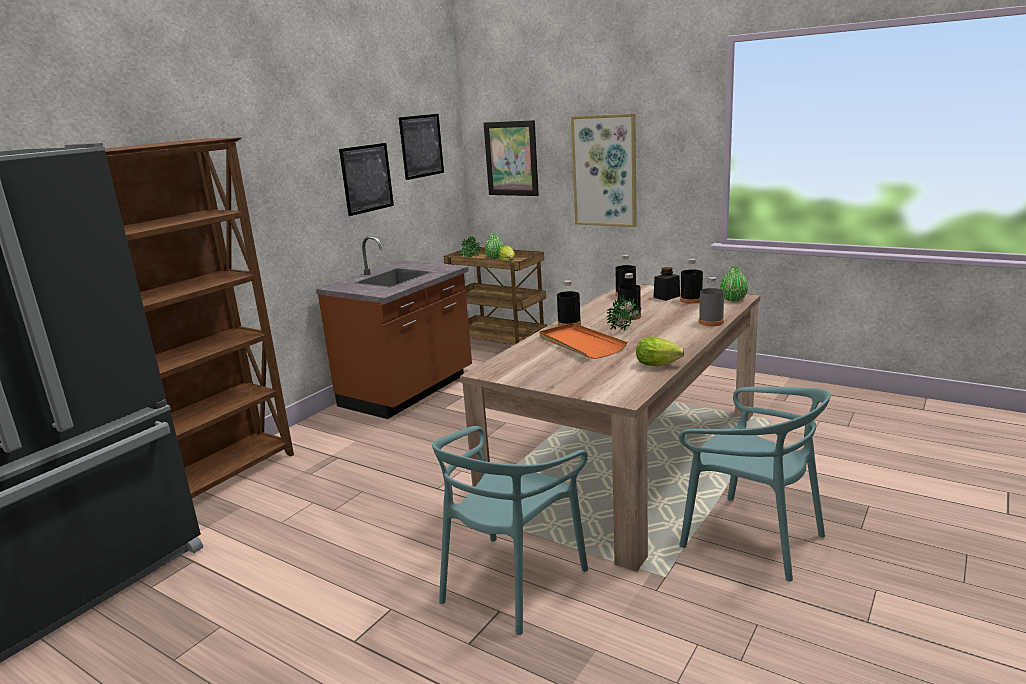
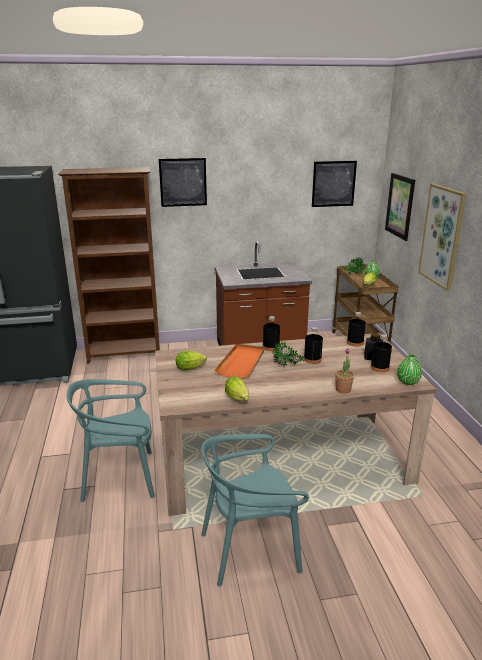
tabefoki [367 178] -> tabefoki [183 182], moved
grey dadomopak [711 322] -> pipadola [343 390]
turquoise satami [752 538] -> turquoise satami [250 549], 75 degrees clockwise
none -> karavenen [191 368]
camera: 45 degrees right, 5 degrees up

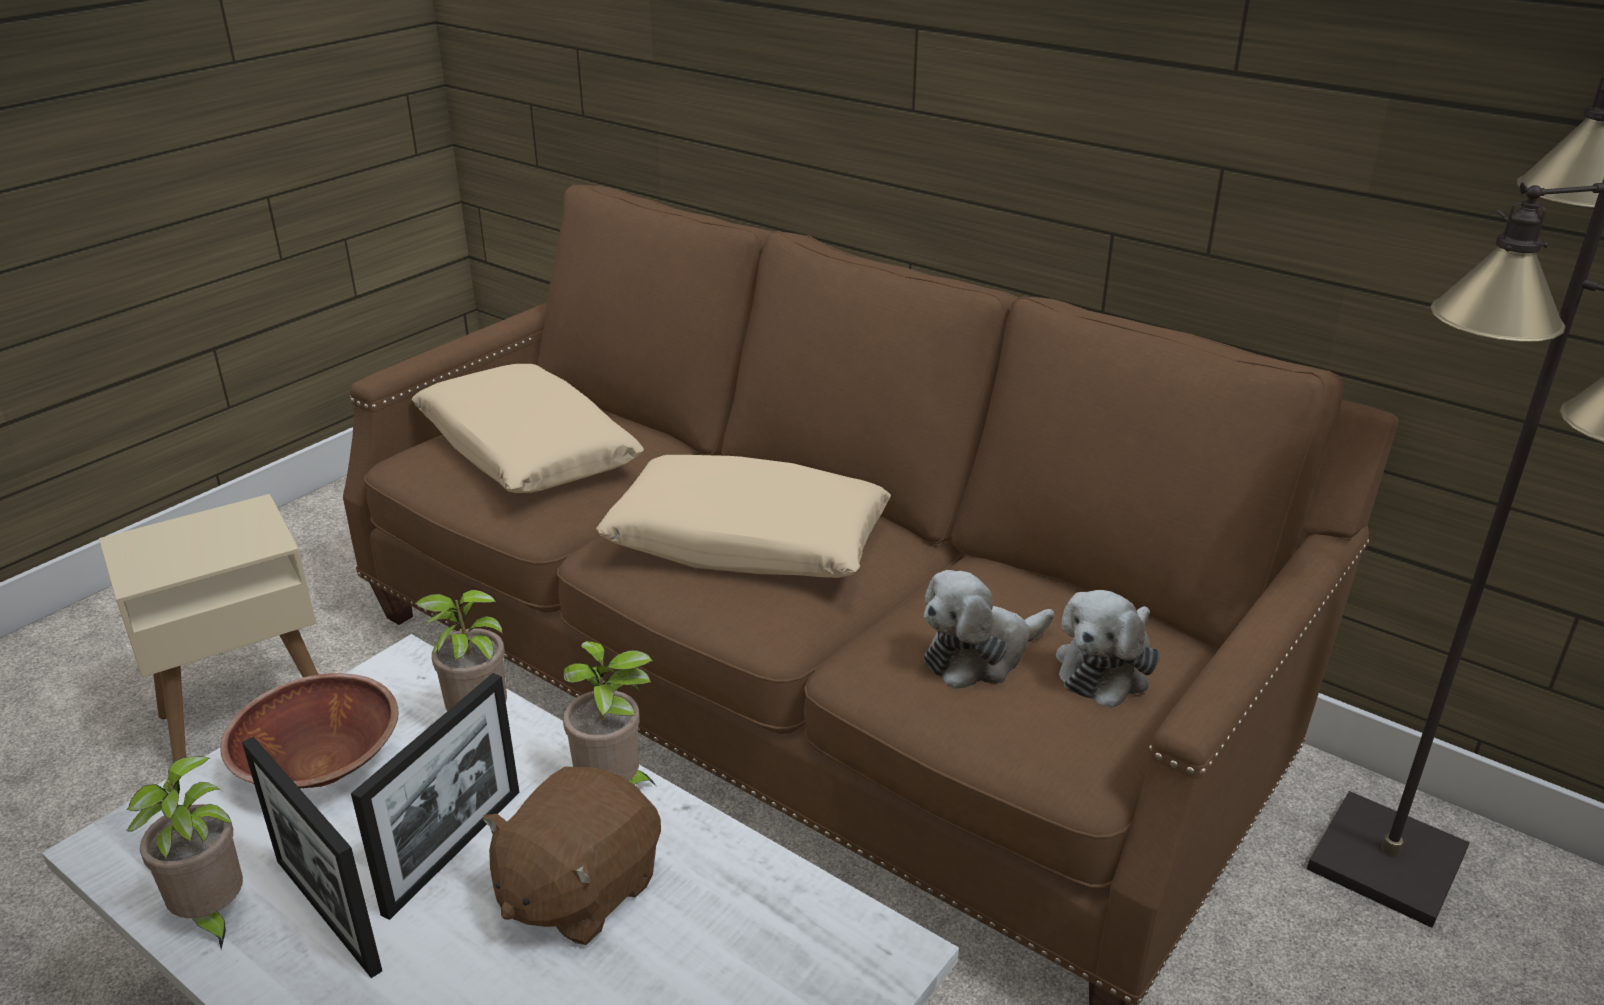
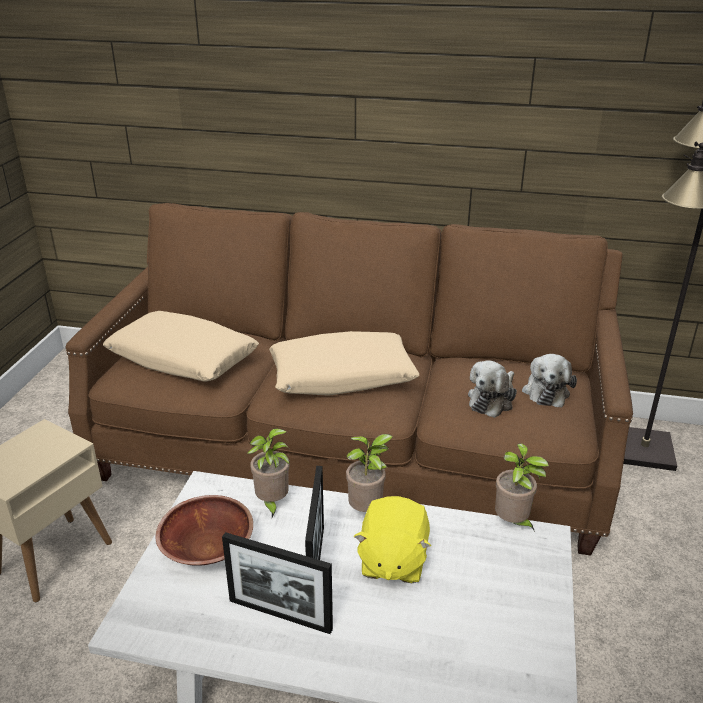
pipadola [212 917] -> pipadola [513 523], moved
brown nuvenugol [578 890] -> yellow nuvenugol [392 560]
camera: 25 degrees left, 0 degrees up

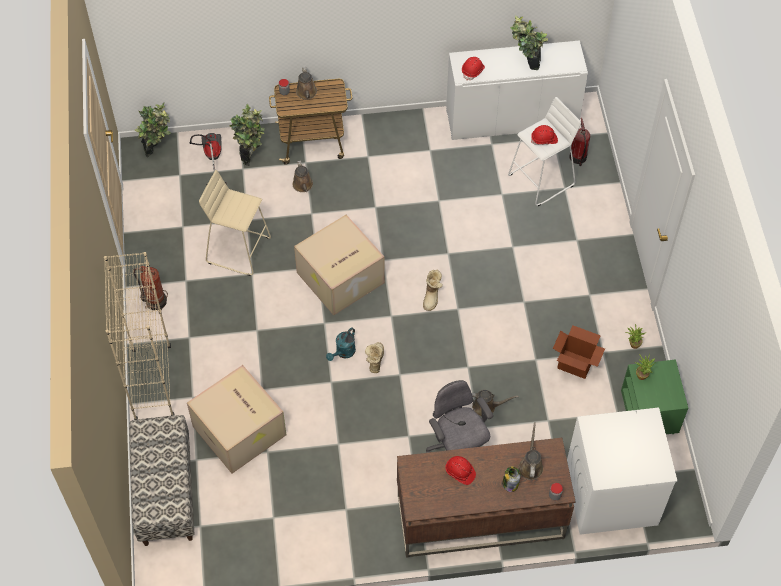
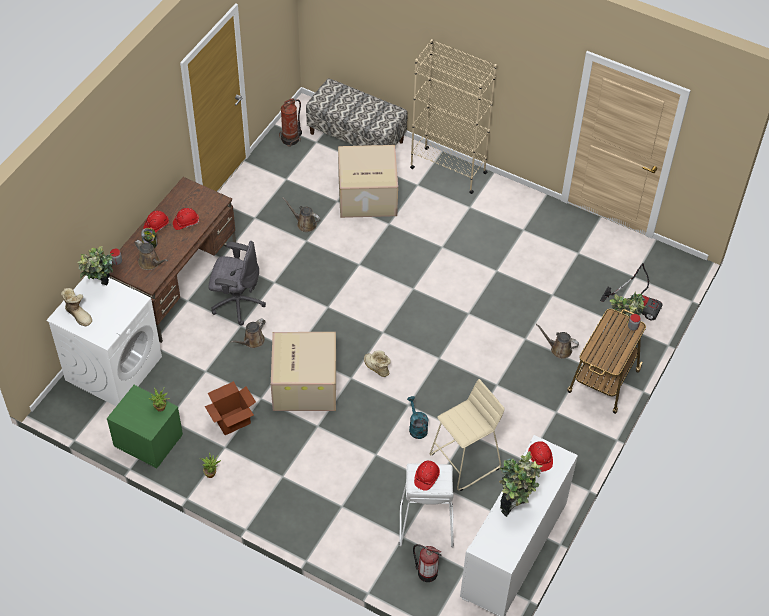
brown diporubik [306 93] -> brown diporubik [304 223], moved
pipadola [158 150] -> pipadola [101 290], moved
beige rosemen [239 249] -> beige rosemen [465 461], moved
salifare [340 279] -> salifare [303 383], moved
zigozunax [155 301] -> zigozunax [291 139], moved
turquoise diporubik [343 353] -> turquoise diporubik [416 427], moved
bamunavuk [375 360] -> bamunavuk [79 314], moved
none -> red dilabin [156 226]
camera: 125 degrees right, 5 degrees down

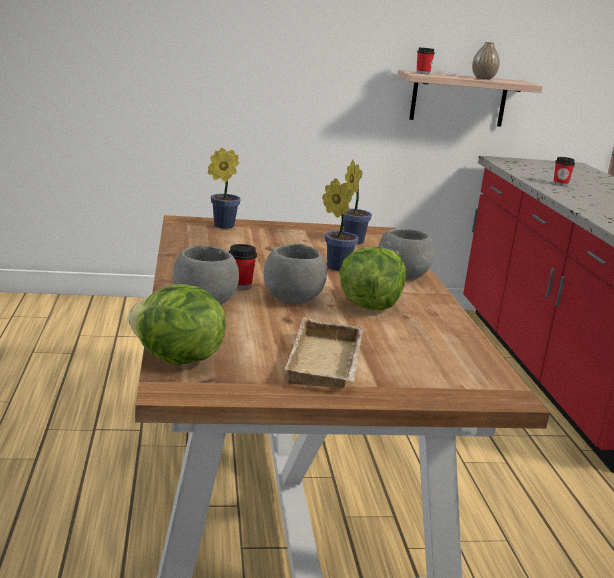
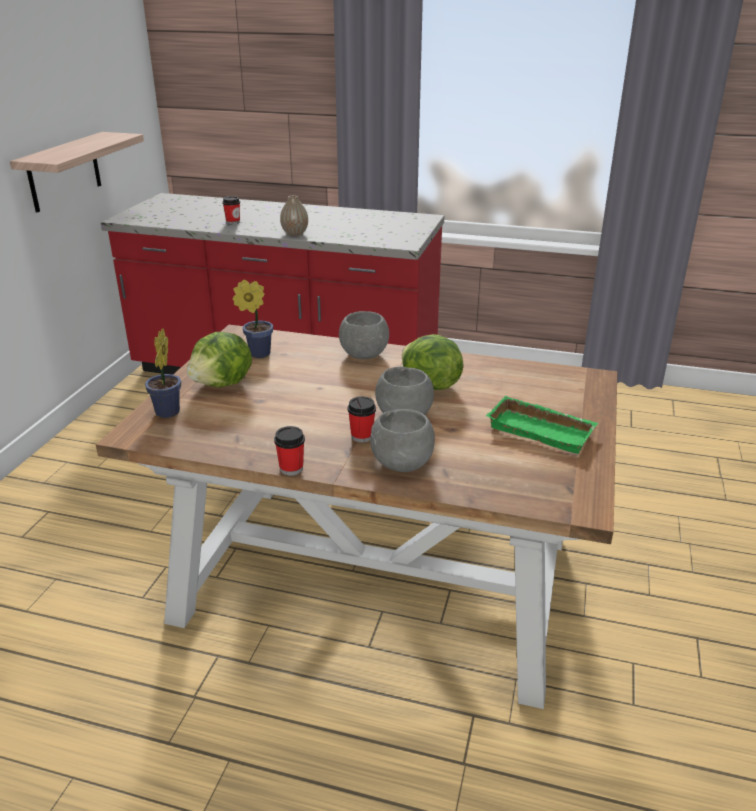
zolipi [483 78] -> zolipi [295 233], moved
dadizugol [423 73] -> dadizugol [291 468], moved
pipadola [335 266] -> none
karavenen [176 359] -> karavenen [223 384], moved
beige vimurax [328 363] -> green vimurax [542 430]
camera: 65 degrees left, 10 degrees up

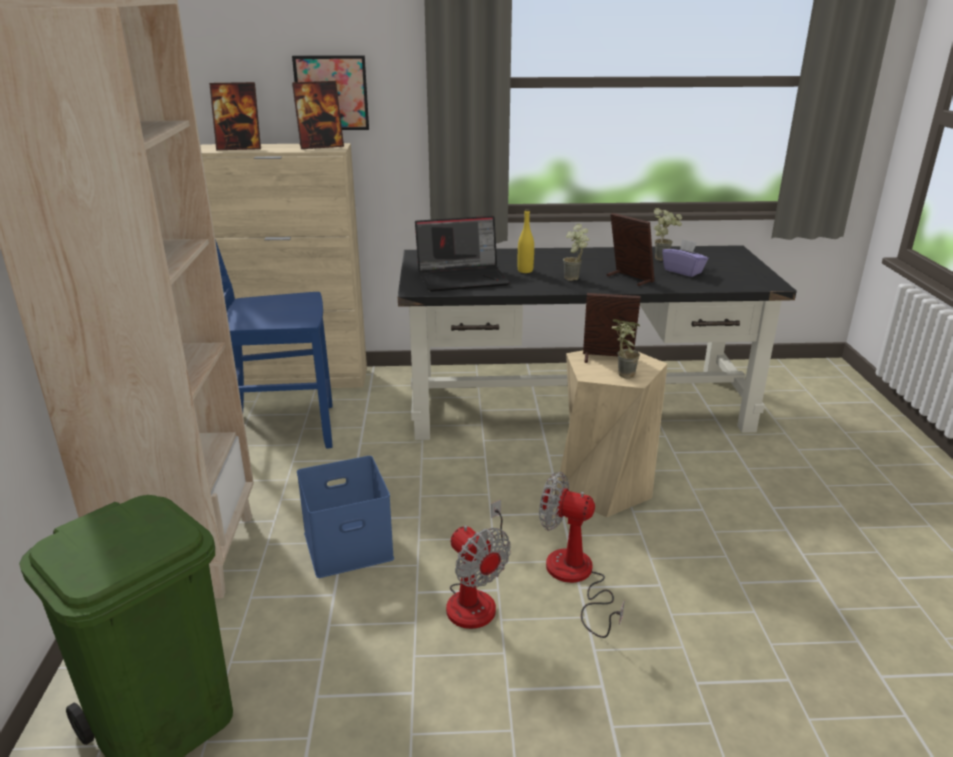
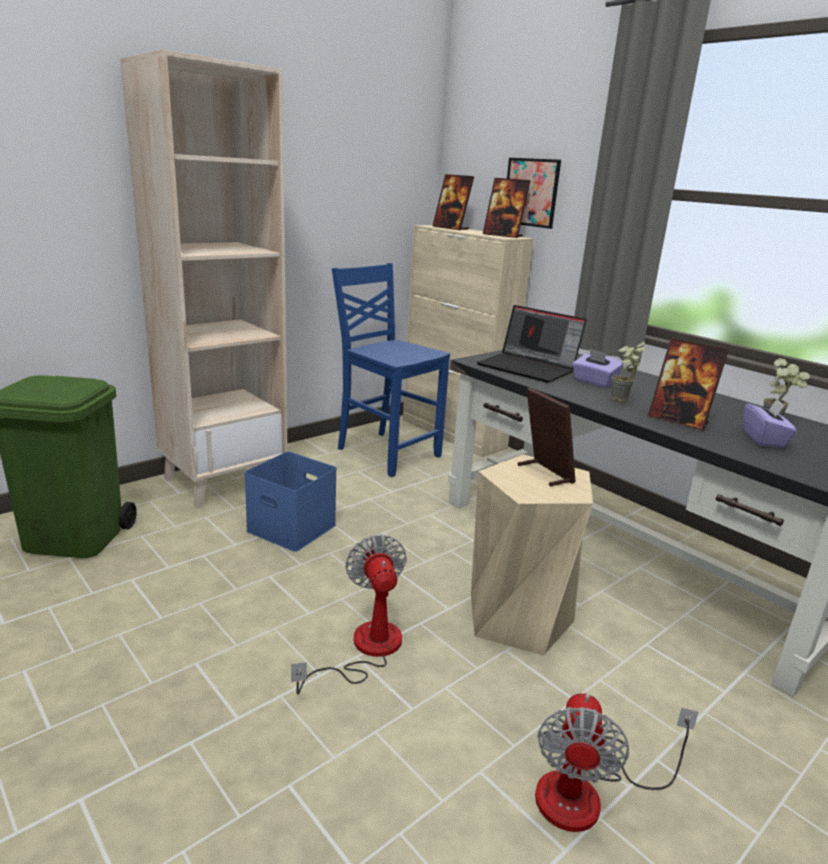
yellow dadomopak [525 271] -> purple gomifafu [594 382]
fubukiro [629 278] -> fubukiro [678 420], 120 degrees clockwise
pipadola [621 374] -> none
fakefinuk [476 596] -> fakefinuk [588 794], moved
camera: 50 degrees right, 5 degrees down

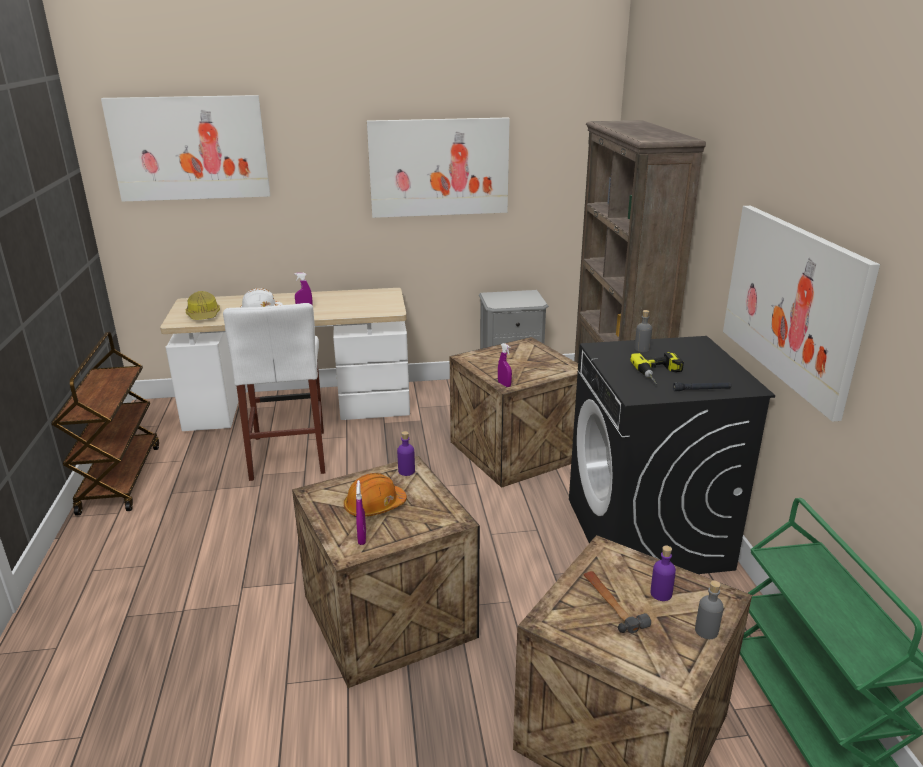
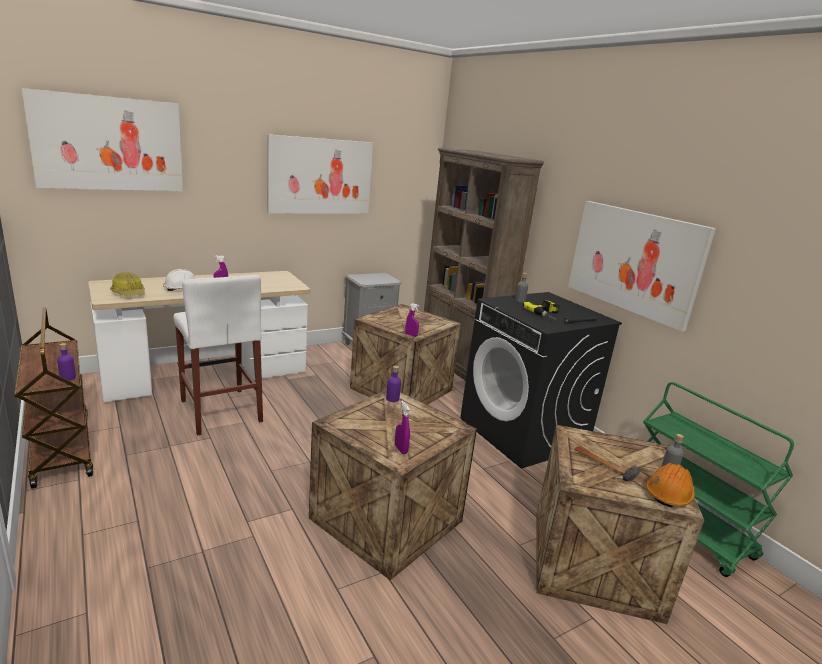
orange dilabin [374 506] -> orange dilabin [668 494], moved
purple dadomopak [661 594] -> purple dadomopak [68 377], moved
camera: 25 degrees left, 5 degrees down

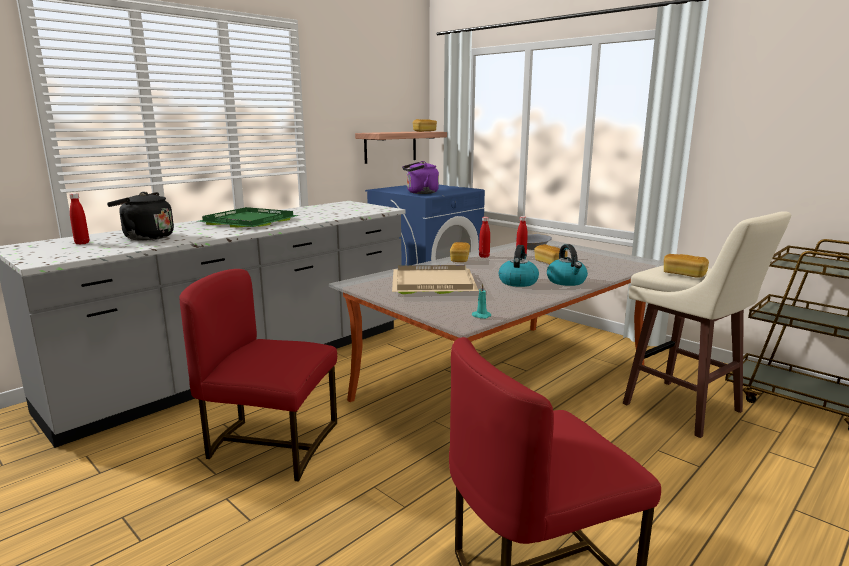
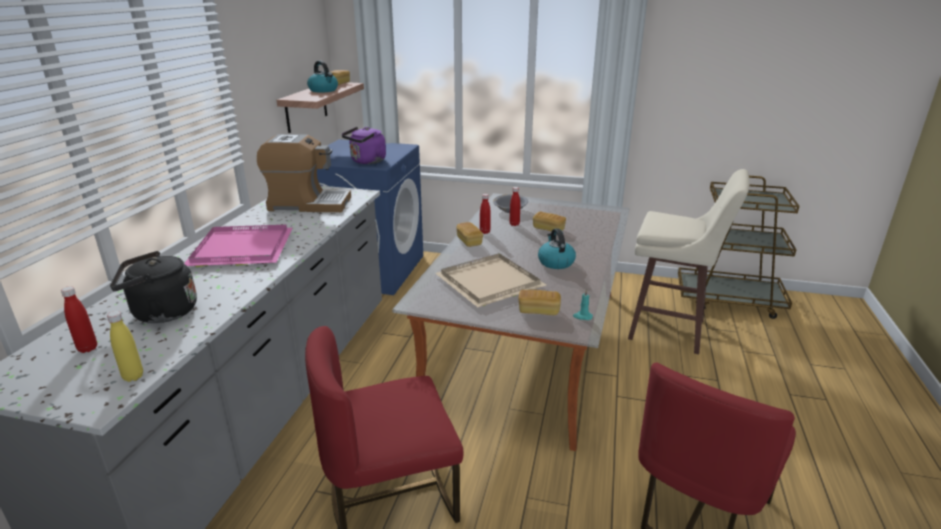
green vimurax [251 221] -> pink vimurax [244 248]
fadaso [566 281] -> fadaso [324 90], moved
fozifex [684 274] -> fozifex [538 311], moved
none -> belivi [308 204]
none -> yellow dadomopak [133 376]
camera: 30 degrees left, 10 degrees up

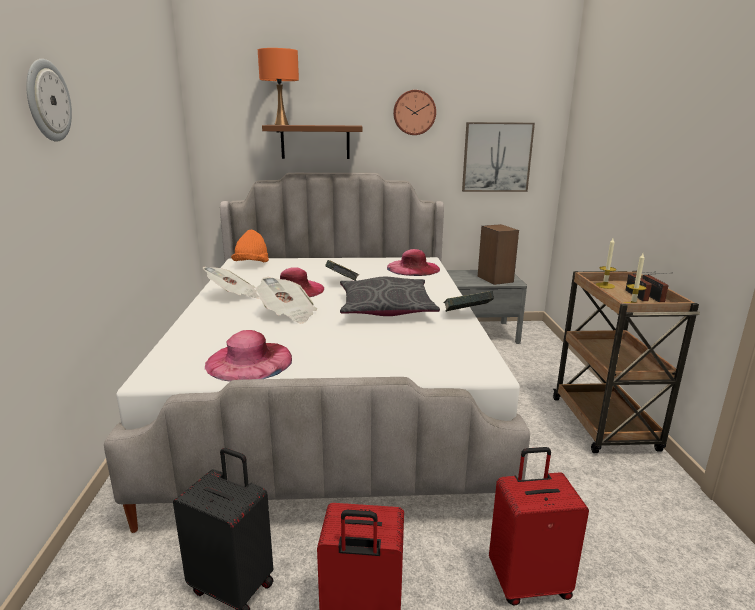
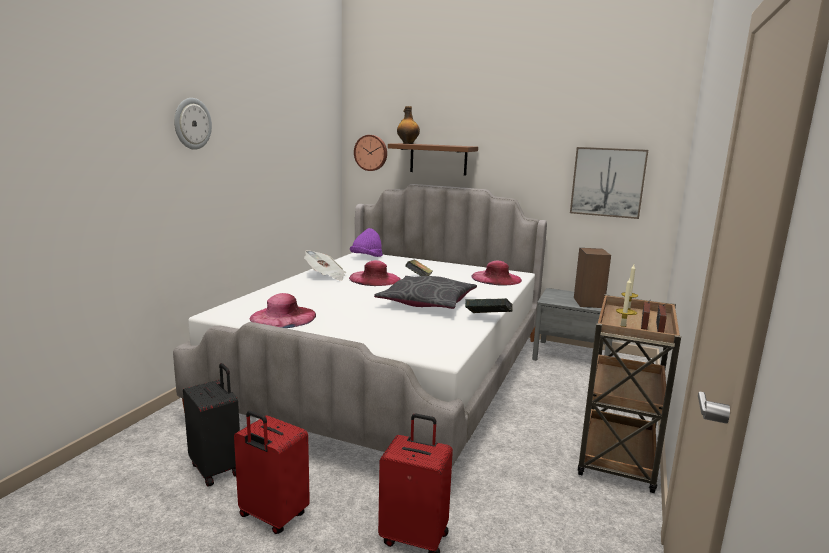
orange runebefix [281 124] -> dadomopak [407 143]
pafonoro [414 112] -> pafonoro [371 152], moved
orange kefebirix [251 265] -> purple kefebirix [366 258]
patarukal [288 314] -> none
camera: 25 degrees right, 5 degrees down

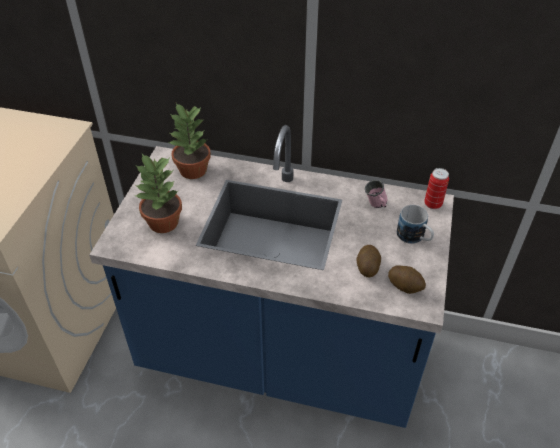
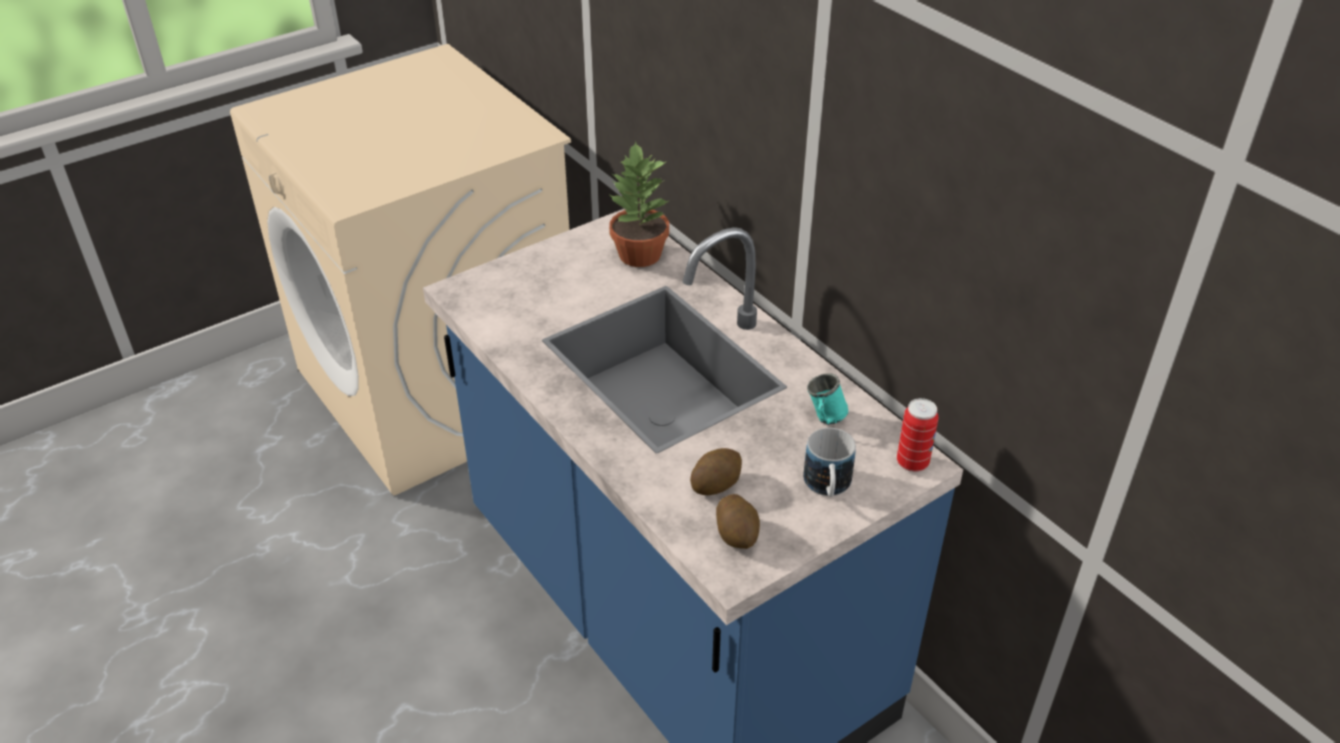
pipadola [164 223] -> none
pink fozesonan [376 206] -> turquoise fozesonan [825 420]
camera: 40 degrees right, 5 degrees down

